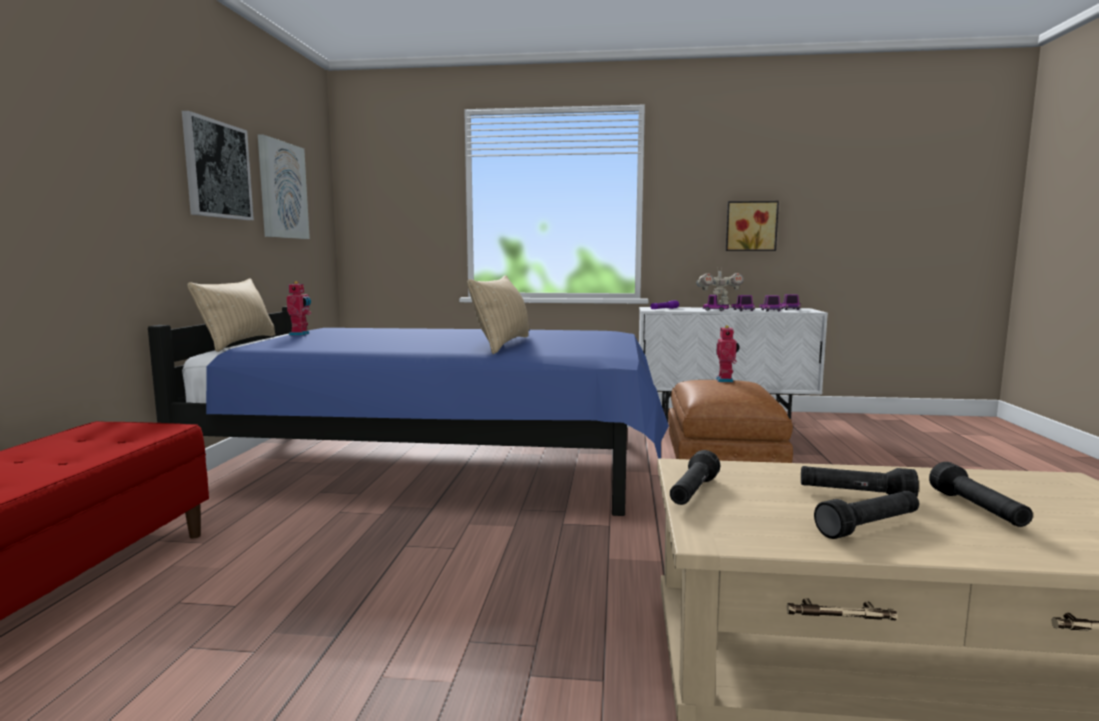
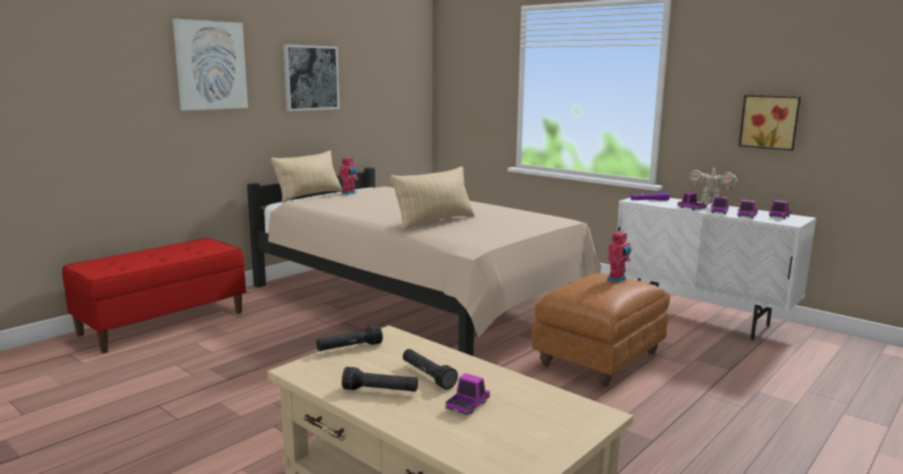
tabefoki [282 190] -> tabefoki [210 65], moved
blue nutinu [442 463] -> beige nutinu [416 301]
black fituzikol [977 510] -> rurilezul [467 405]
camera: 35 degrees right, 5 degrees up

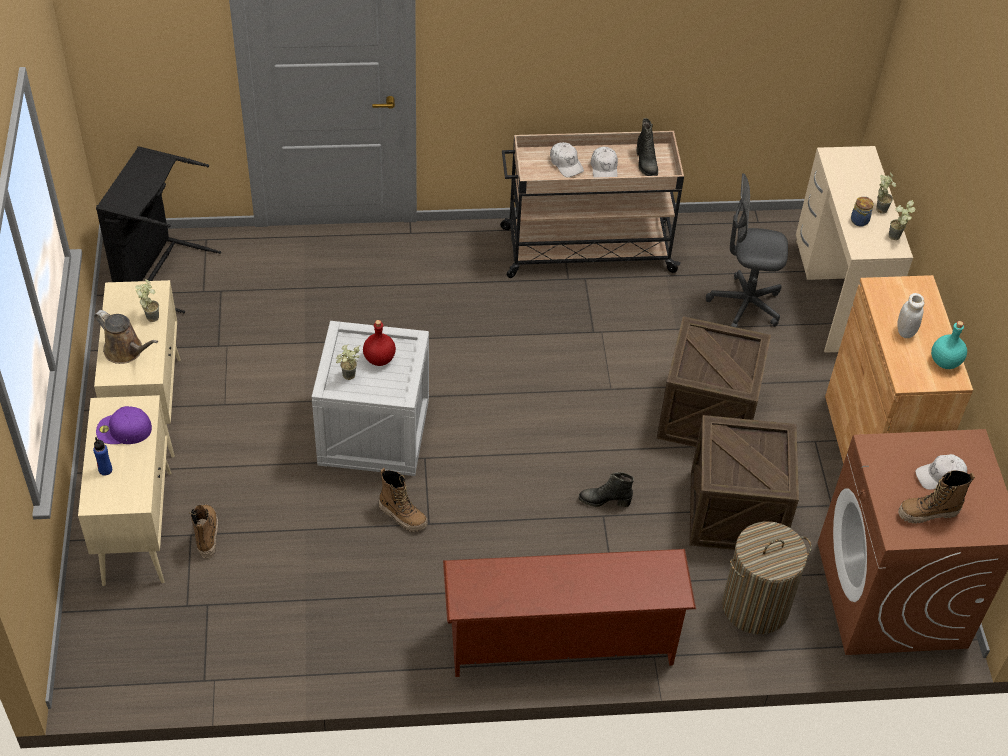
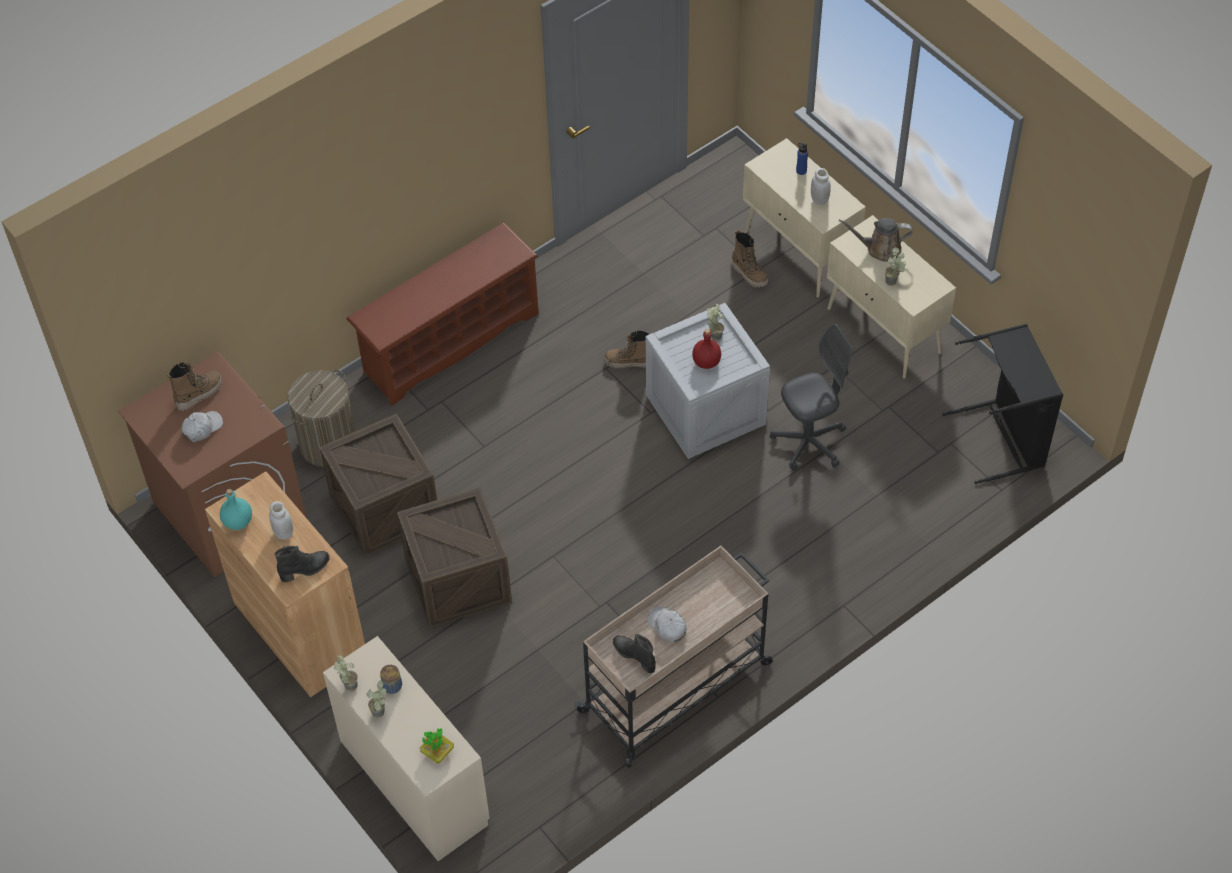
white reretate [566 164] -> none
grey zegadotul [745 305] -> grey zegadotul [809 443], moved
purple reretate [123 430] -> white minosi [819 199]
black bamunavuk [604 501] -> black bamunavuk [305 569], moved
none -> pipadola [437 752]
camera: 150 degrees right, 5 degrees up

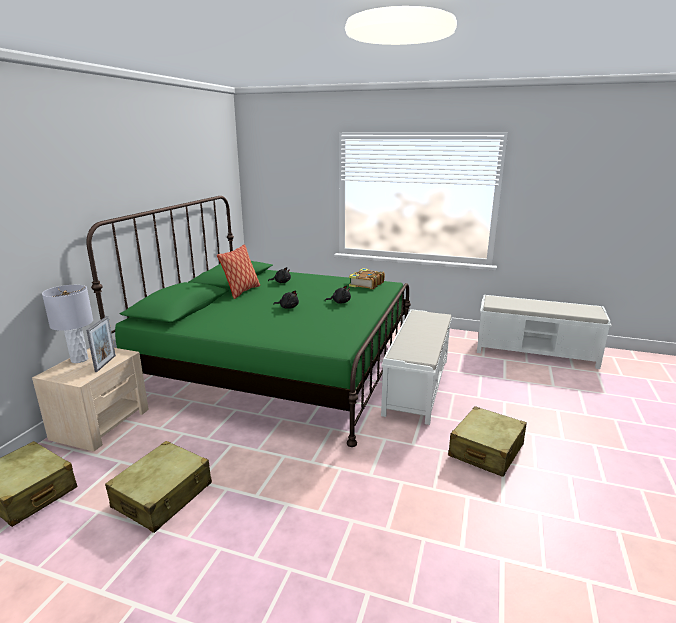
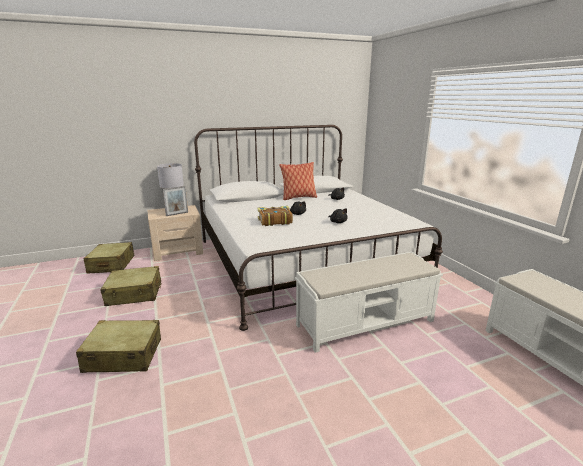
green nutinu [278 364] -> white nutinu [303 261]
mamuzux [366 284] -> mamuzux [274 221], moved
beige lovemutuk [486 451] -> beige lovemutuk [123 355], moved
camera: 50 degrees right, 0 degrees up

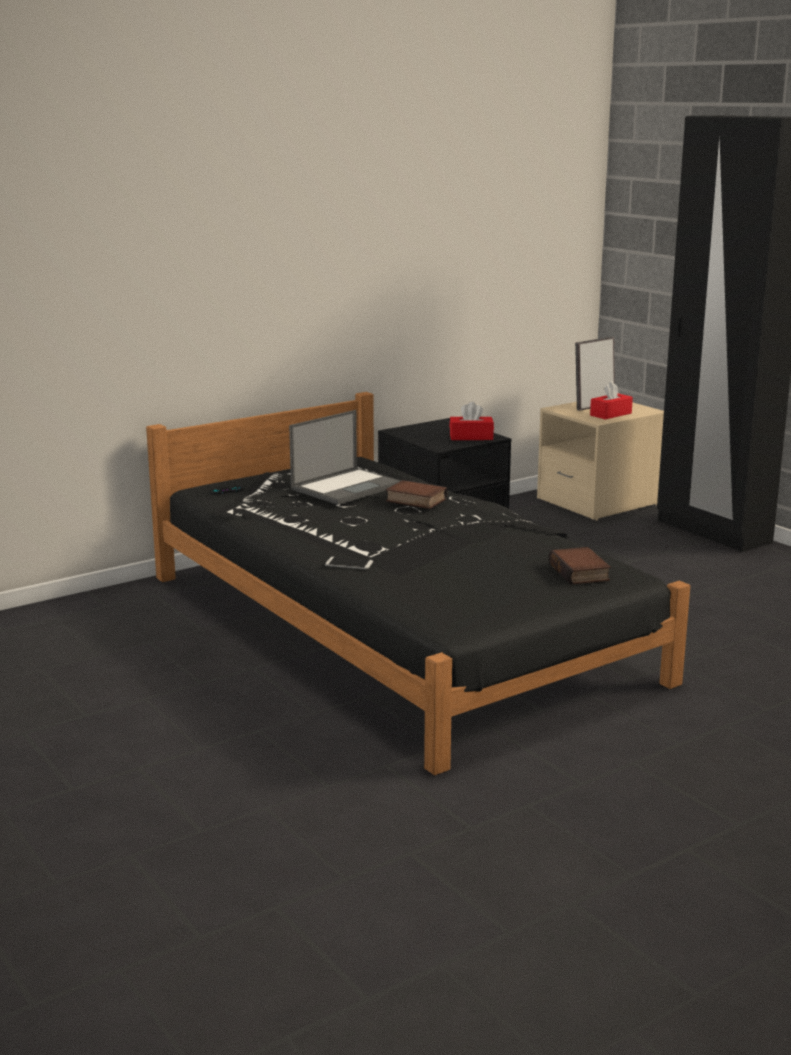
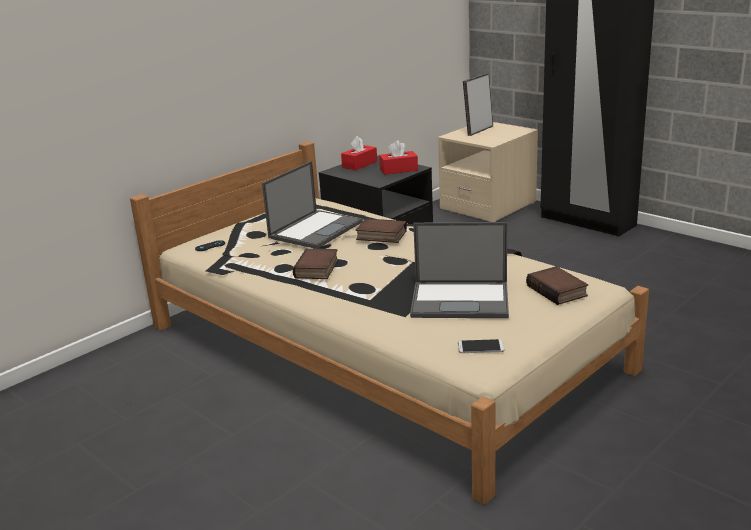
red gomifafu [610 414] -> red gomifafu [359 164], moved
black nutinu [393 626] -> beige nutinu [378 347]
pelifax [349 564] -> pelifax [480 347], moved
none -> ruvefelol [461 300]
none -> mamuzux [318 269]
camera: 10 degrees left, 5 degrees up

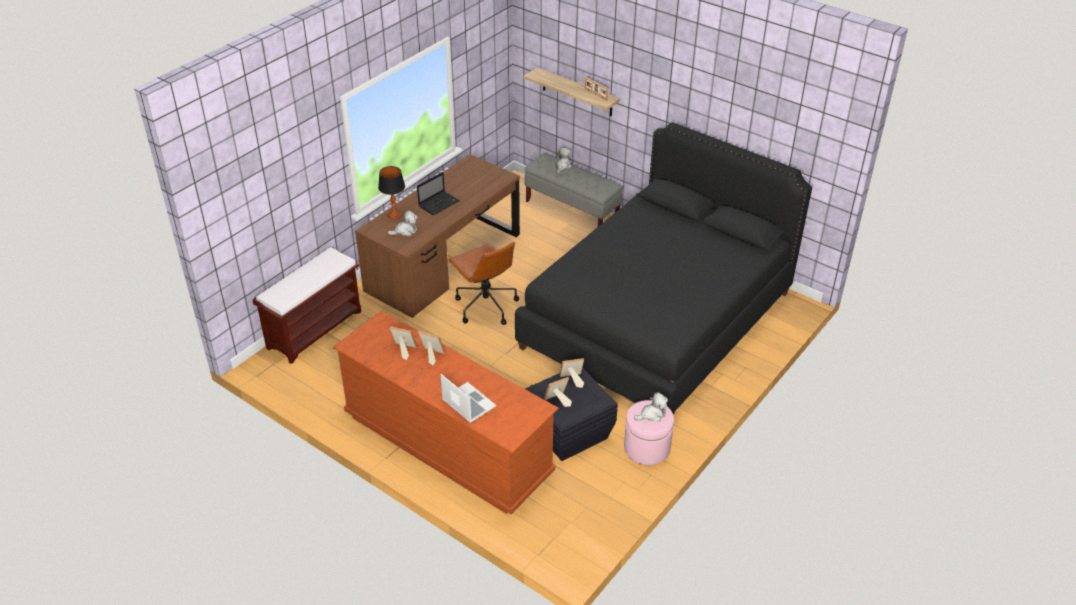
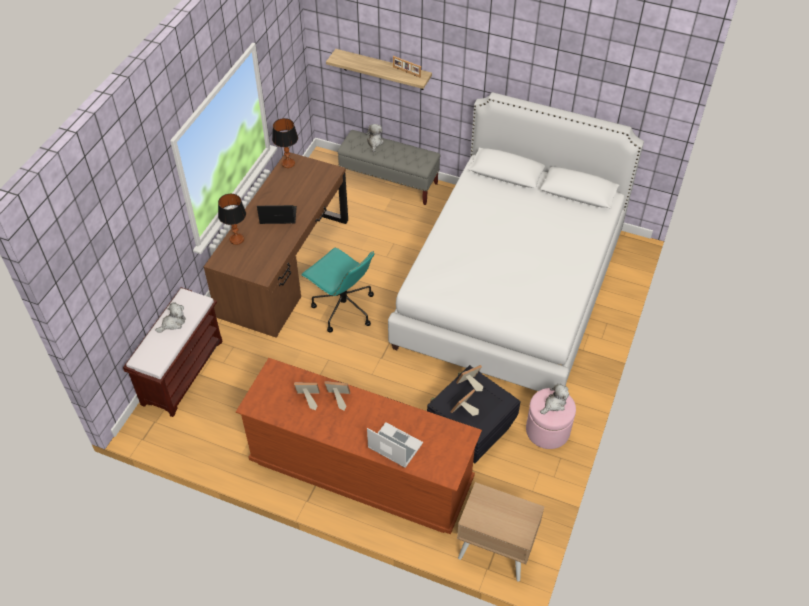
black nutinu [657 320] -> white nutinu [510 289]
ruvefelol [439 203] -> ruvefelol [277 216], 120 degrees counterclockwise
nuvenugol [405 231] -> nuvenugol [173 323], moved
brown zegadotul [485 306] -> turquoise zegadotul [343 308]
none -> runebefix [288 163]
none -> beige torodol [495 549]
camera: 15 degrees left, 10 degrees up

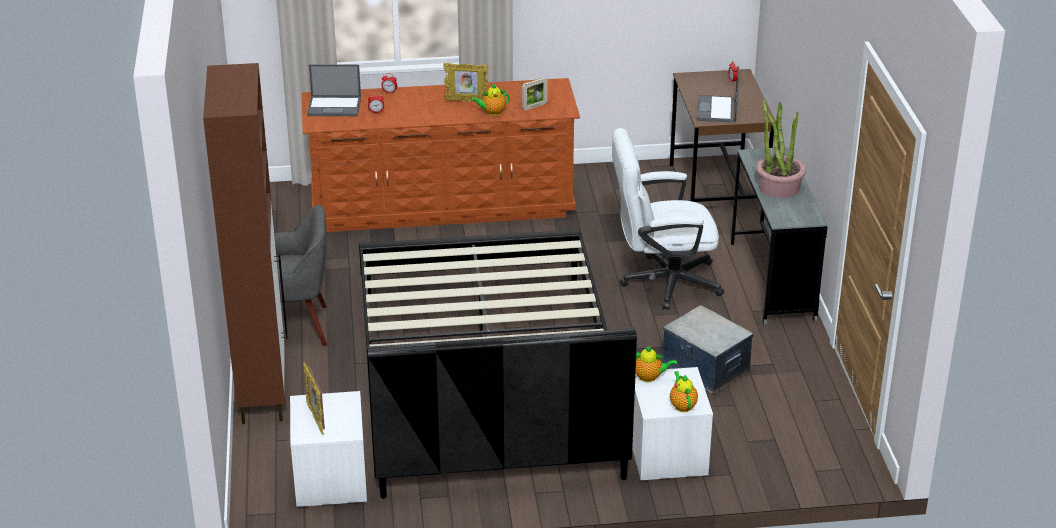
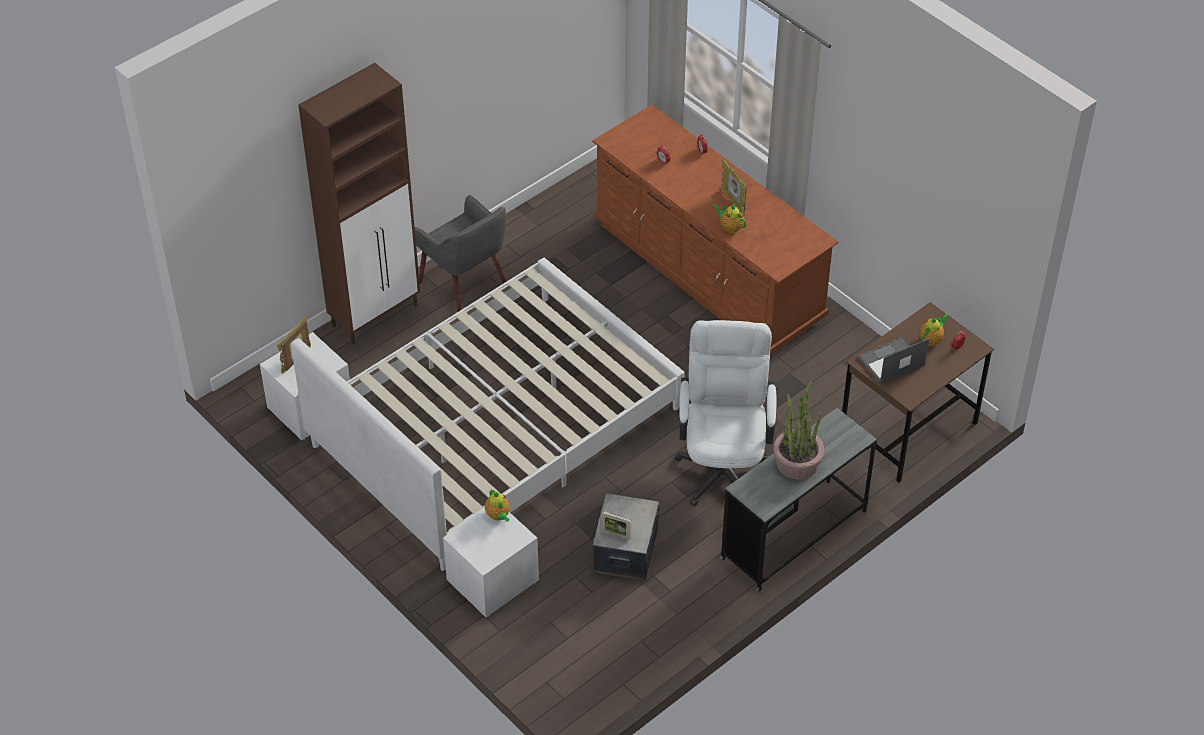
ruvefelol [335 106] -> none
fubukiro [534 106] -> fubukiro [615 535], moved
white zegadotul [661 282] -> white zegadotul [724 464], 45 degrees clockwise
black nutinu [485 379] -> white nutinu [495 426]
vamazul [682 405] -> vamazul [931 339], moved
camera: 55 degrees right, 15 degrees up

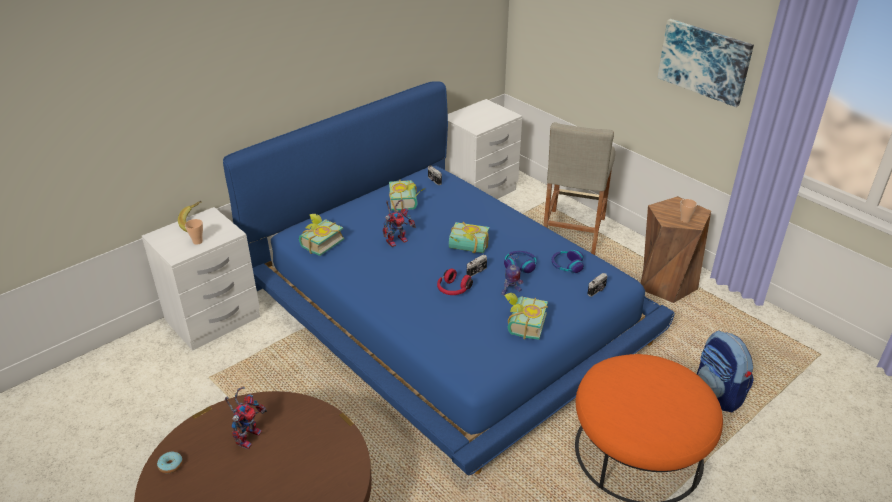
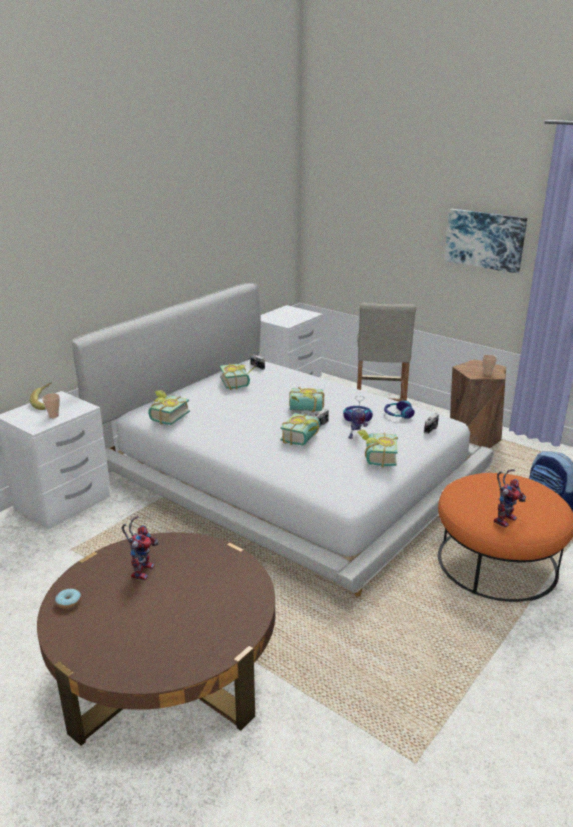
blue nutinu [445 310] -> white nutinu [286 475]
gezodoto [397 240] -> gezodoto [504 518], moved
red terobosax [453 289] -> mamuzux [304 438]
camera: 10 degrees left, 10 degrees down

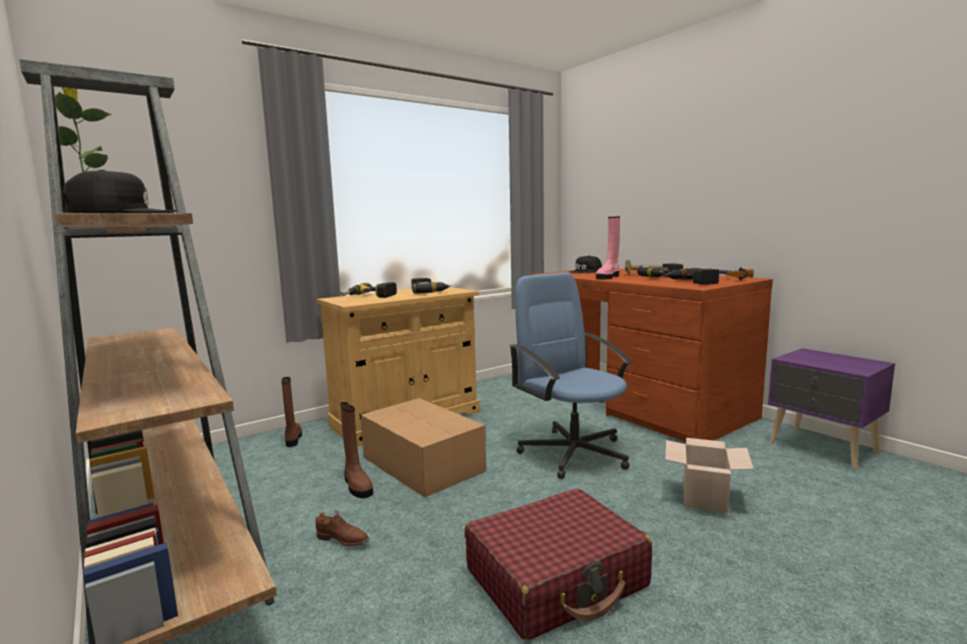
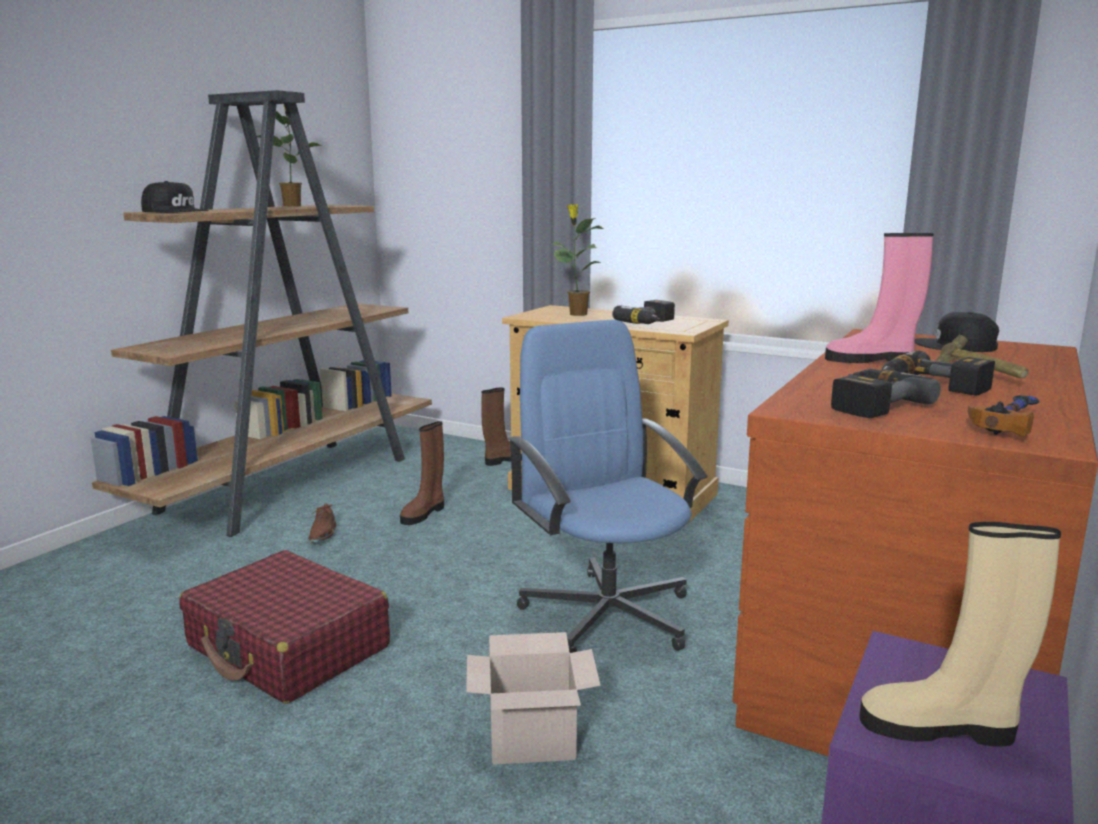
blue zegadotul [573 452] -> blue zegadotul [607 613], 60 degrees counterclockwise
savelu [368 297] -> pipadola [577 314]
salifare [422 463] -> none
none -> beige bamunavuk [941 728]
camera: 65 degrees right, 5 degrees up

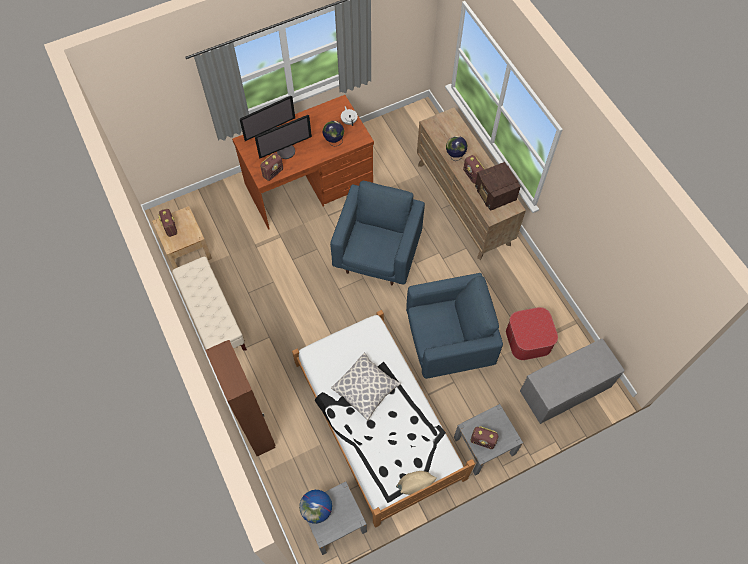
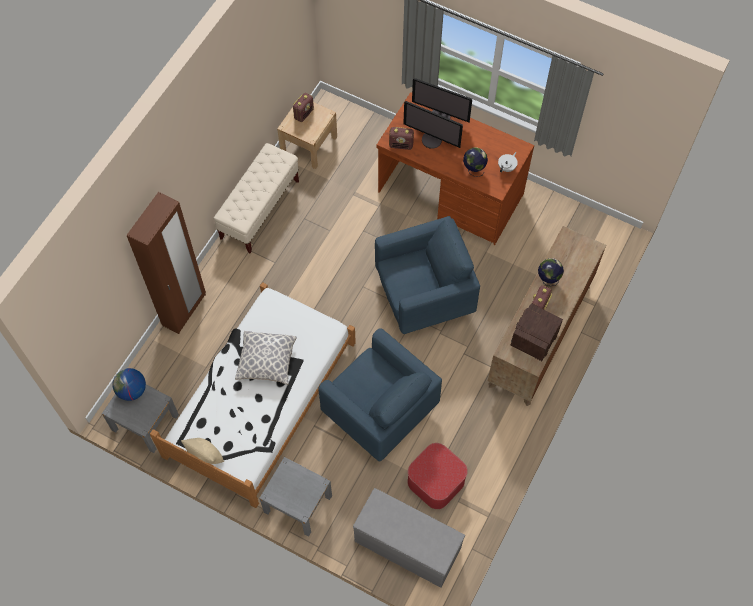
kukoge [483 441] -> none
camera: 55 degrees right, 0 degrees up

